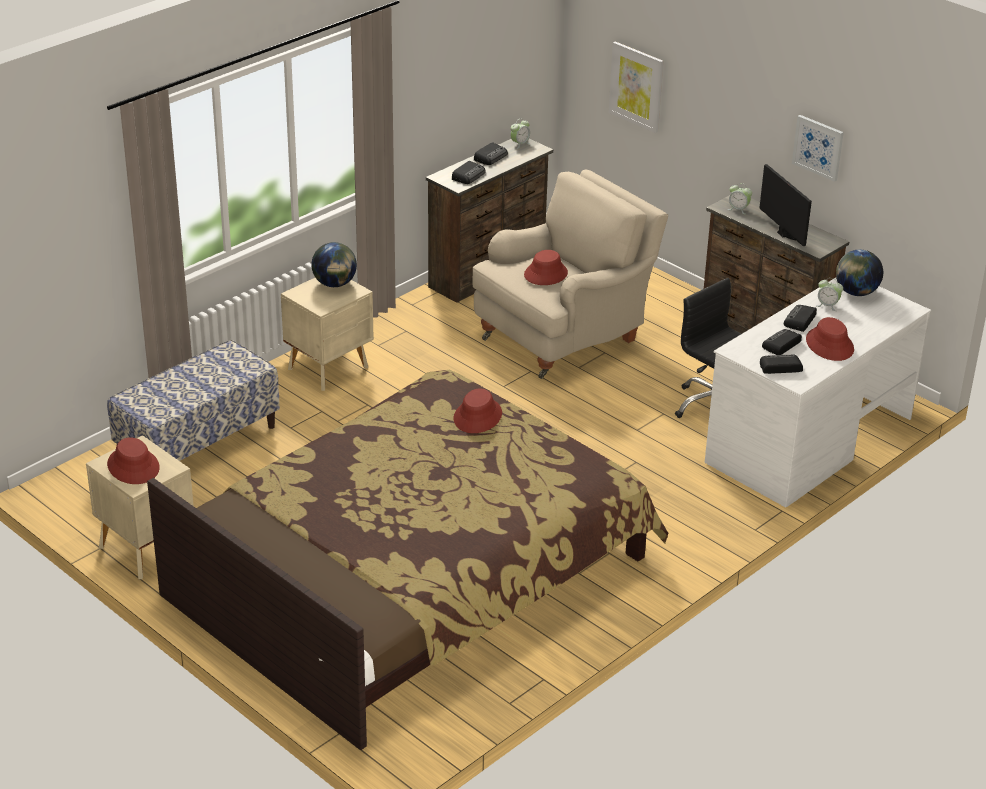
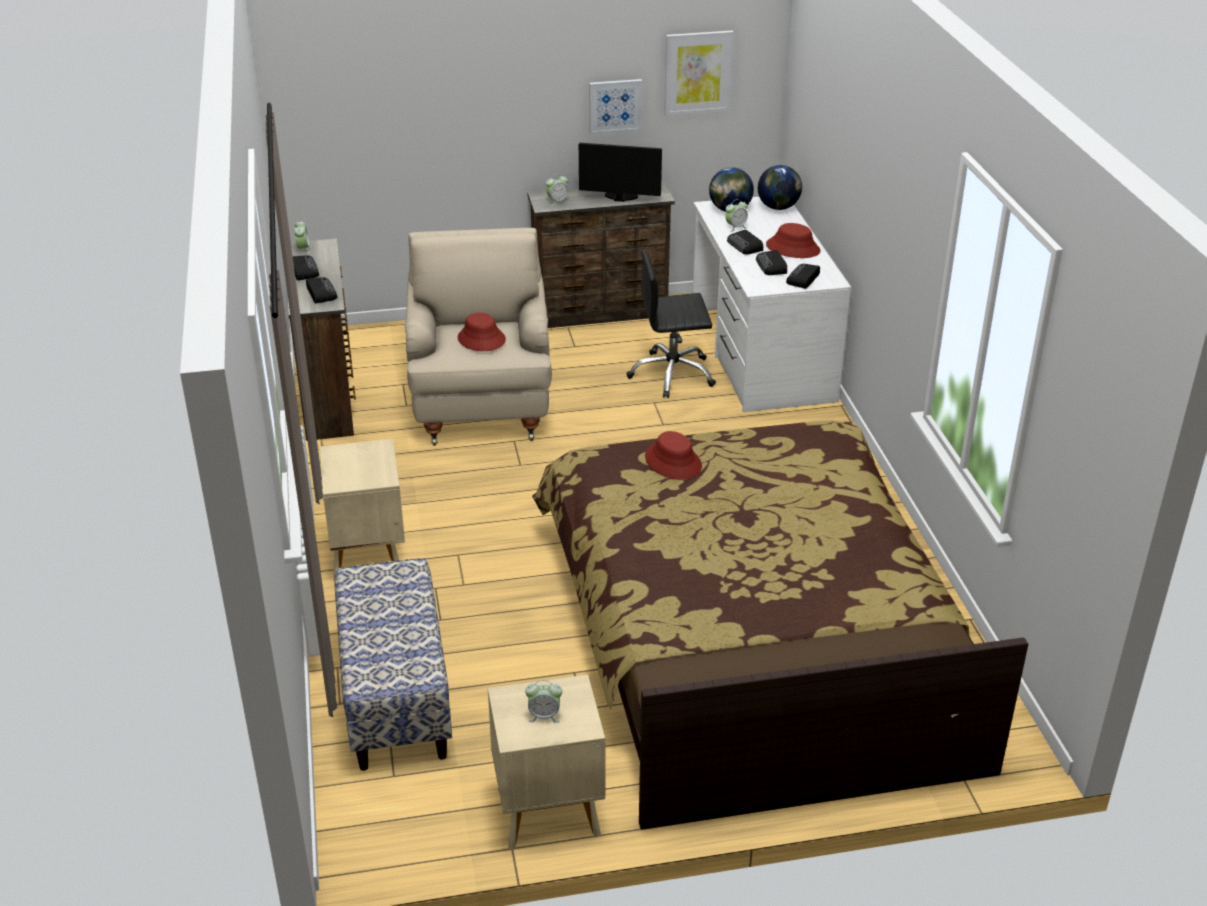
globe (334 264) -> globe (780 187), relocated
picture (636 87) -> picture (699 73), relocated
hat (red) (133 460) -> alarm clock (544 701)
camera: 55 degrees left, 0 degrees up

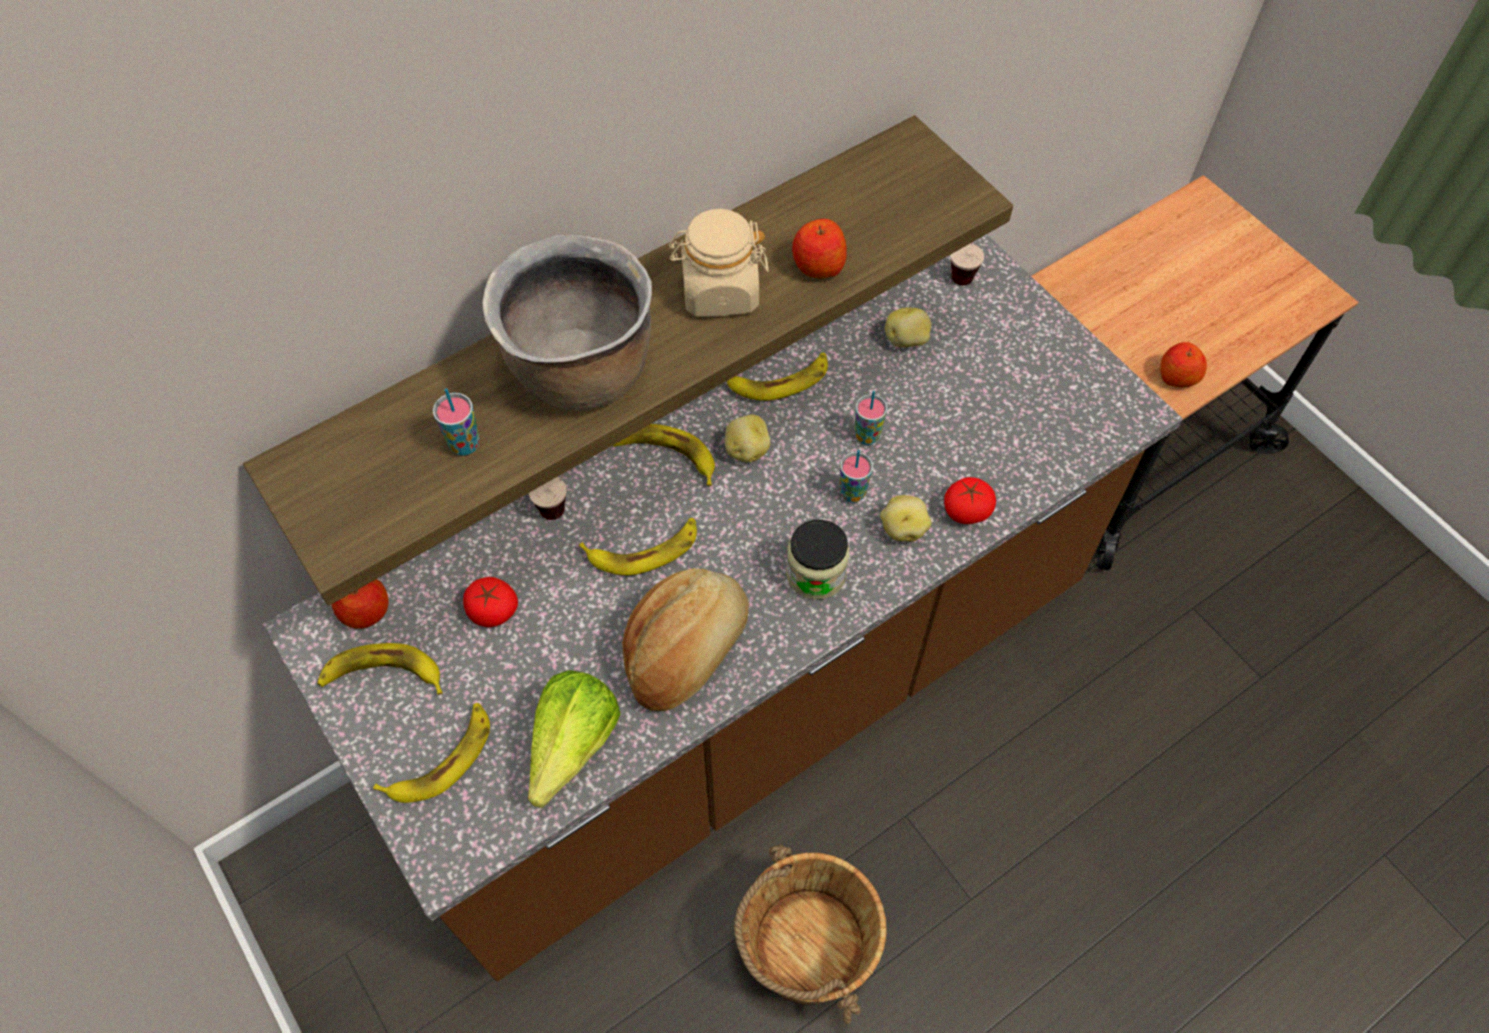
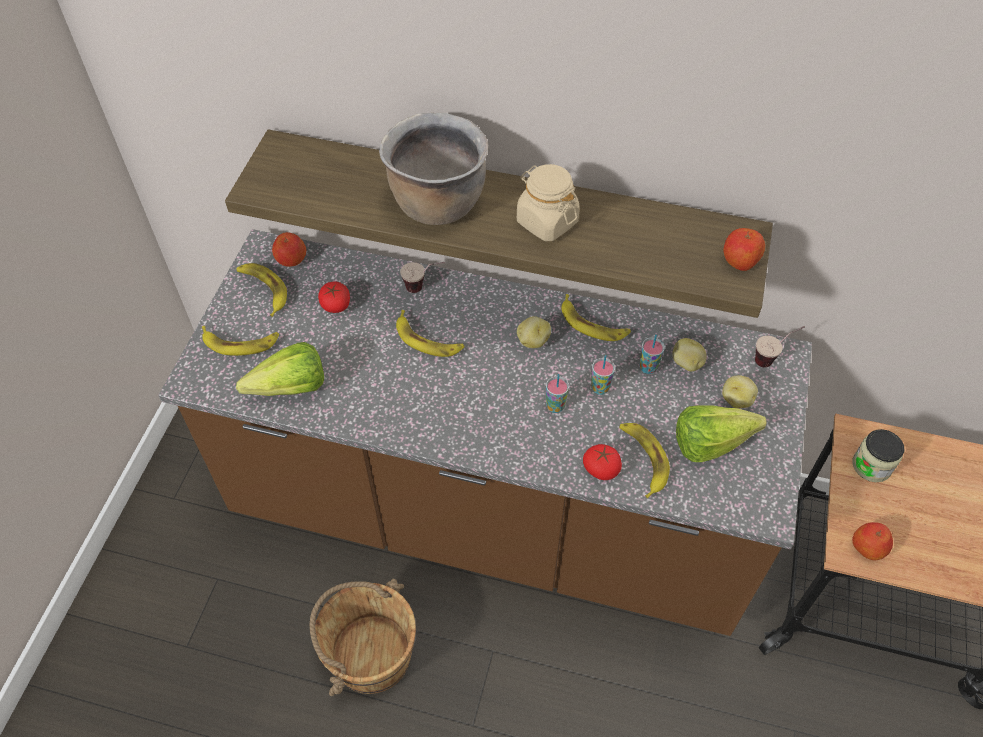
bread (686 639) -> none
none -> lettuce (721 433)
cup (456 422) -> cup (652 354), relocated
banana (664 455) -> banana (645 460), relocated
jar (818 560) -> jar (878 455), relocated
apple (819 248) -> apple (744 249), relocated
potato (905 518) -> potato (740 391), relocated
camera: 50 degrees right, 5 degrees down

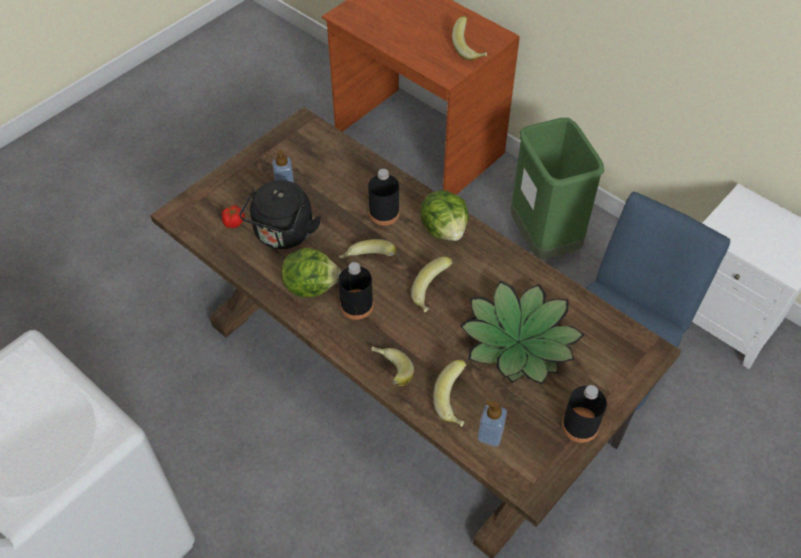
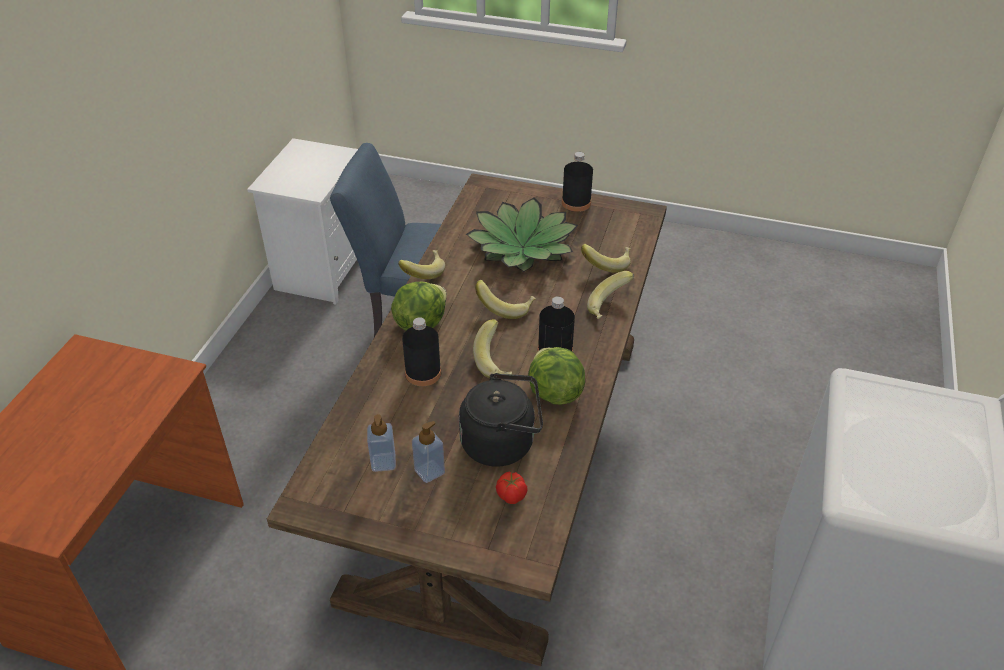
trash can (green) (557 188) -> none
banana (469 38) -> banana (421 264), relocated
soap dispenser (492 424) -> soap dispenser (381 443), relocated
camera: 115 degrees left, 10 degrees down

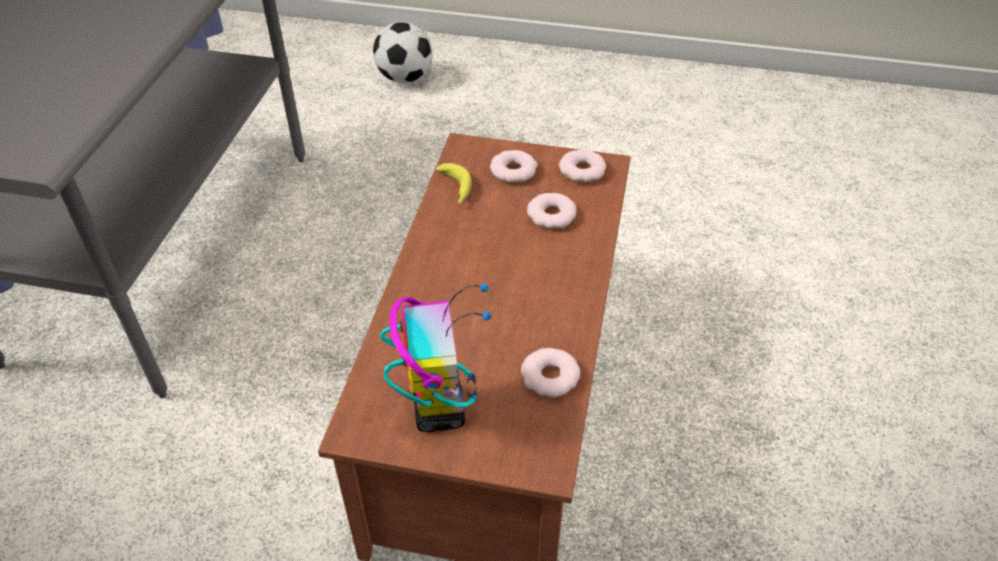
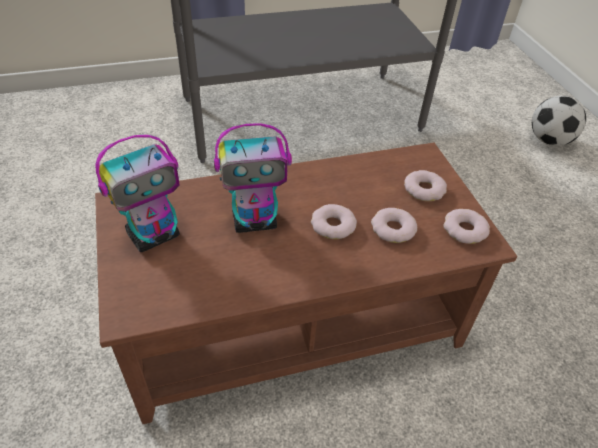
banana (453 183) -> none
none -> toy robot (253 178)
donut (550 373) -> donut (334 221), relocated
camera: 60 degrees right, 0 degrees up

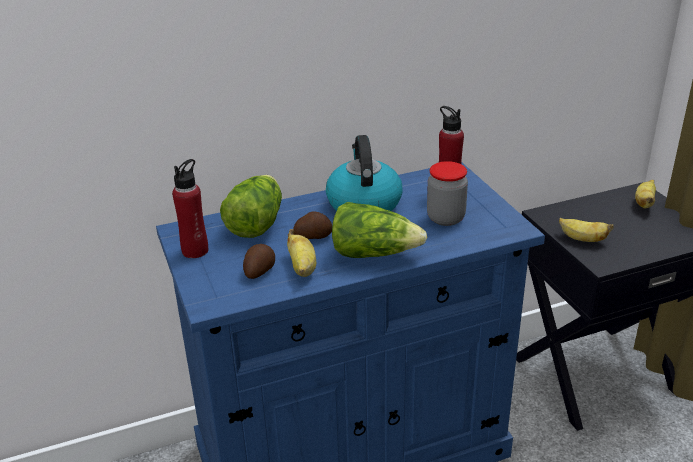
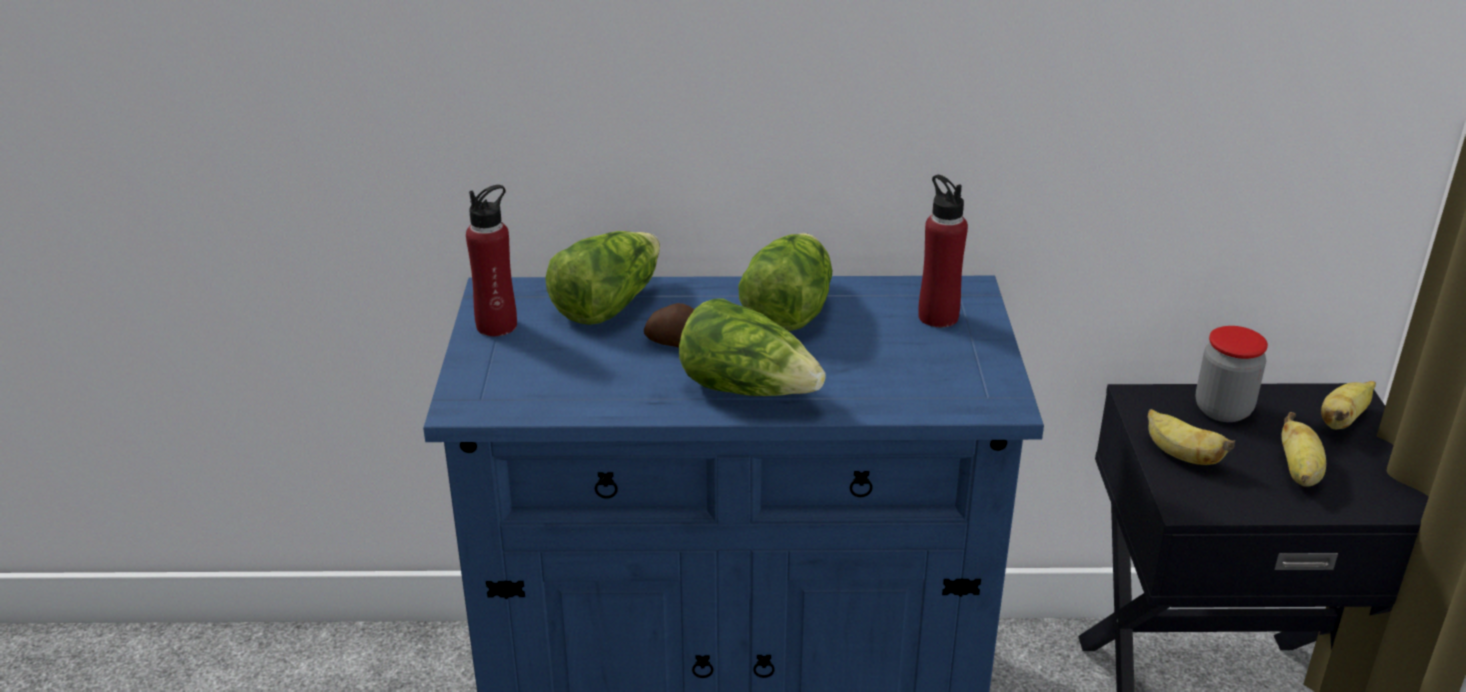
potato (259 261) -> none
banana (301 253) -> banana (1304 449), relocated
jar (447 193) -> jar (1232 374), relocated
kettle (364 173) -> lettuce (785 282)
camera: 20 degrees right, 0 degrees up

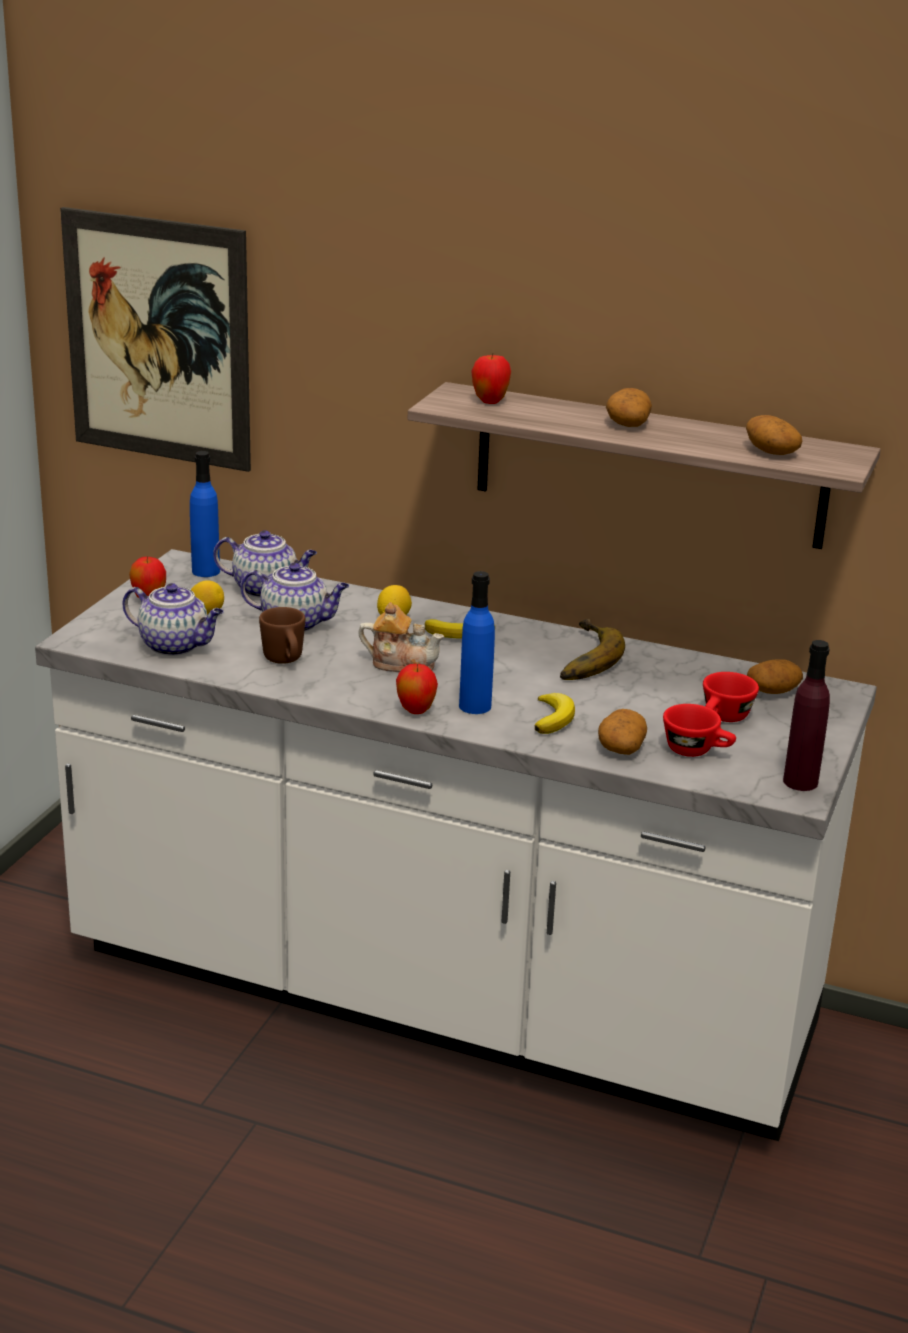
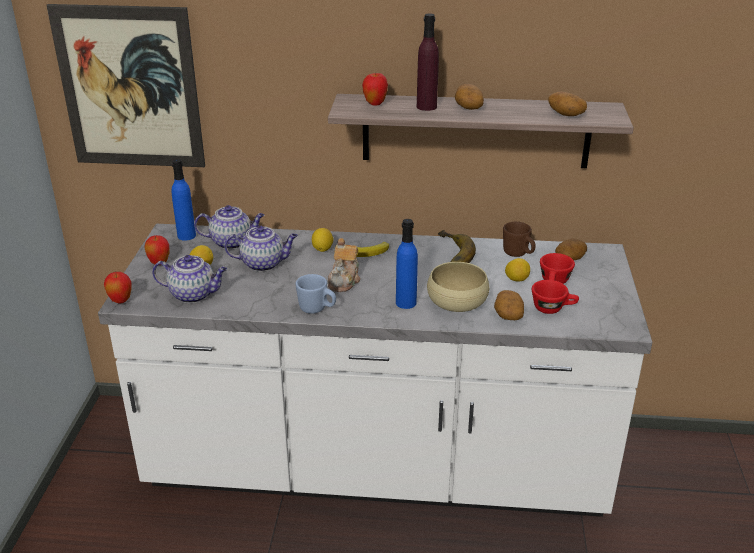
none -> mug (blue) (316 294)
none -> lemon (517 270)
mug (brown) (282 635) -> mug (brown) (519 239), relocated
apple (417 689) -> apple (117 288), relocated
bottle (purple) (806 715) -> bottle (purple) (428 62), relocated
banana (554 713) -> bowl (beige) (458 287)
teapot (401 637) -> teapot (344 265), 105 degrees clockwise
camera: 15 degrees left, 5 degrees up

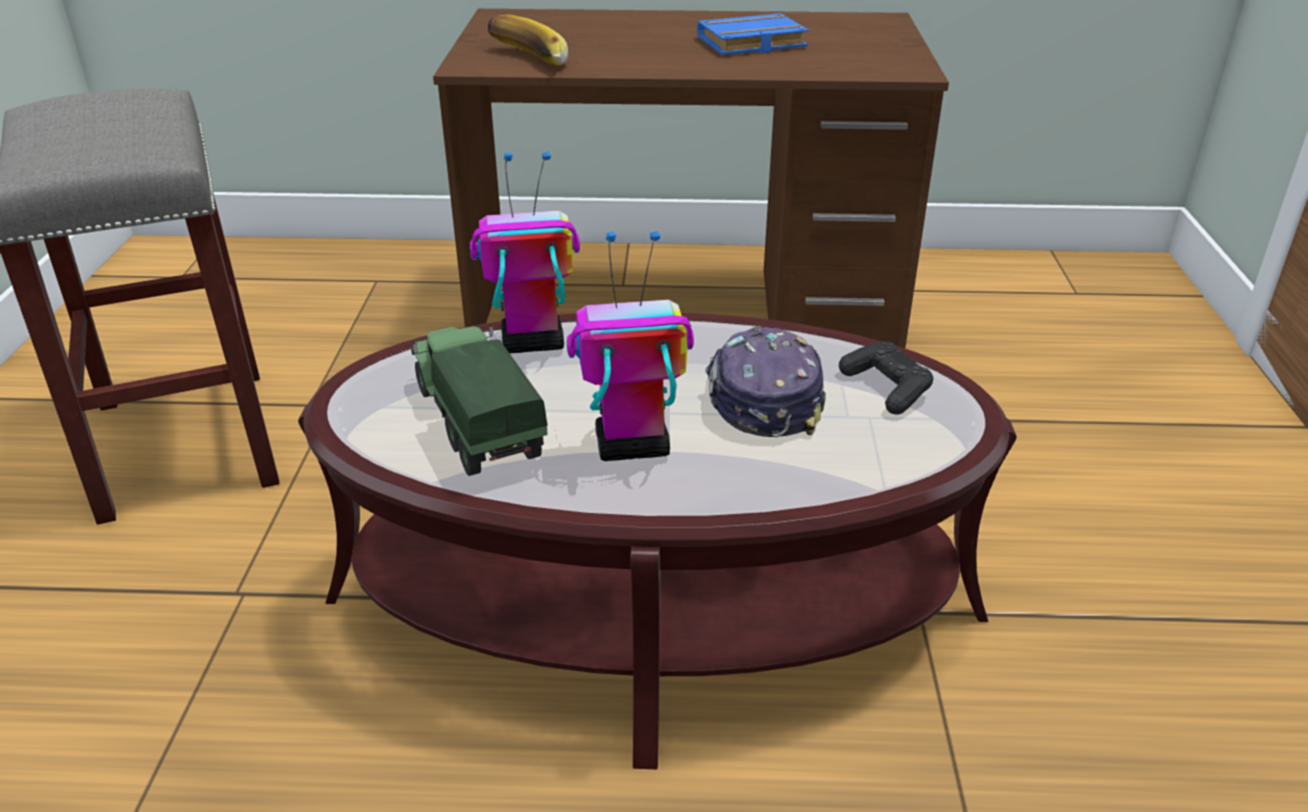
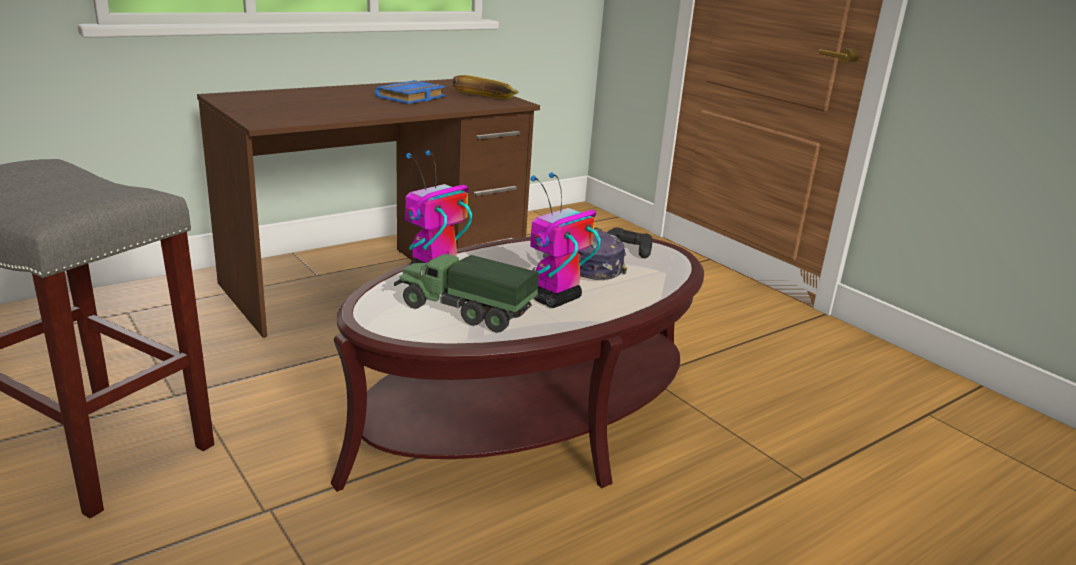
banana (528 40) -> banana (485 87), relocated
camera: 40 degrees left, 10 degrees down

